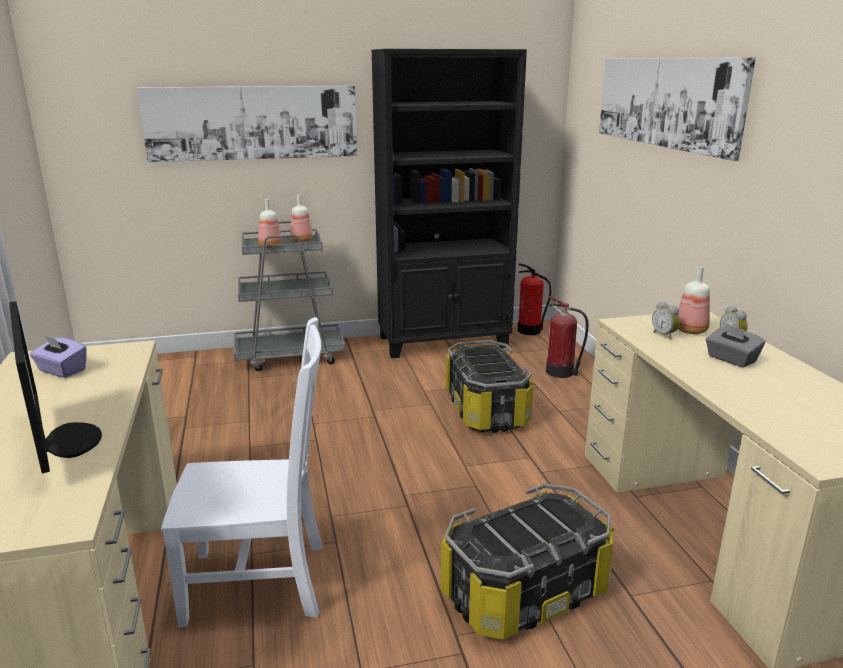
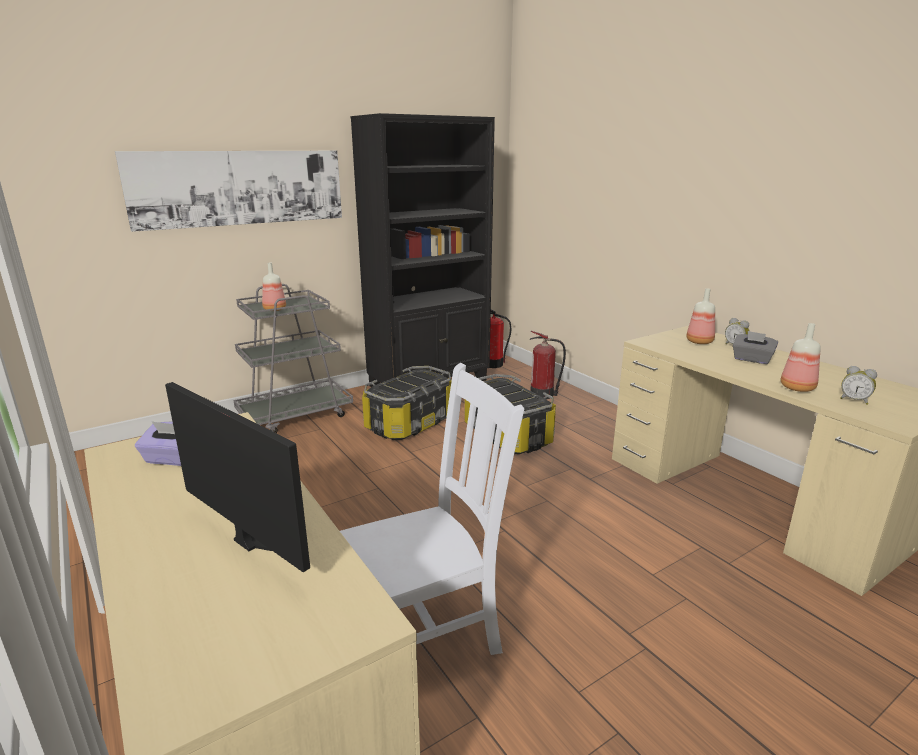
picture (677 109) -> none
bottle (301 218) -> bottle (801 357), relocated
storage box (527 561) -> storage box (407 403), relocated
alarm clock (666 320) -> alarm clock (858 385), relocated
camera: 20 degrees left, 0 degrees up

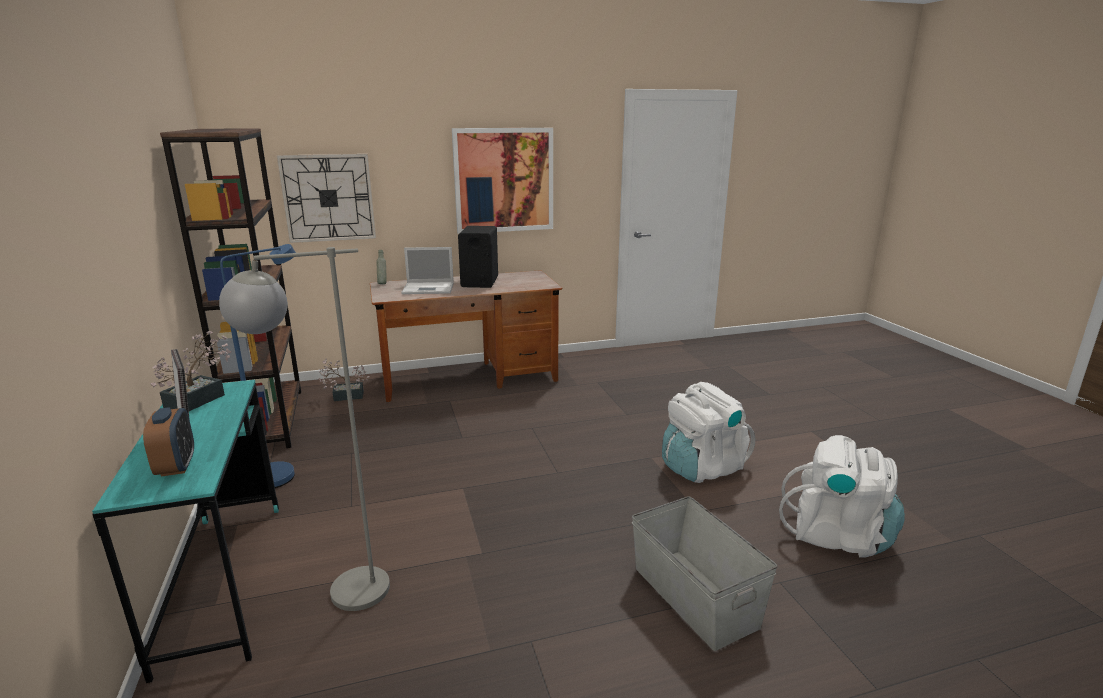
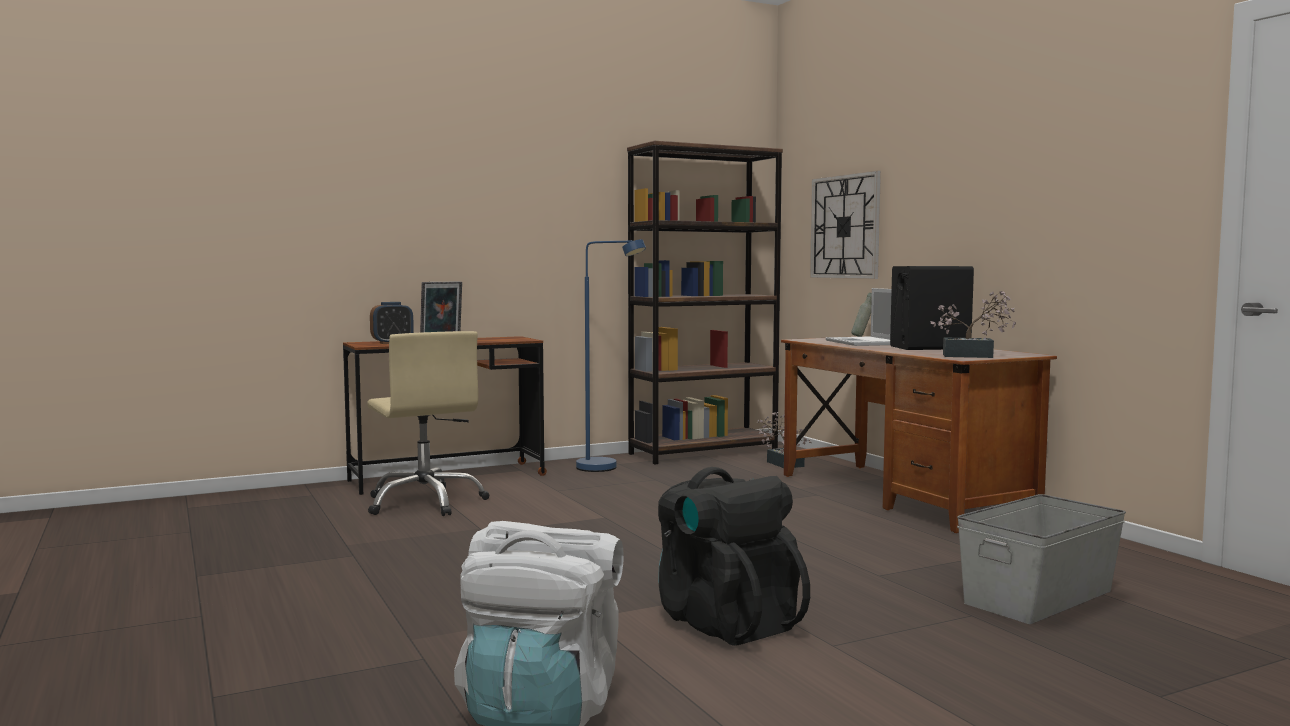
picture (502 181) -> none
potted plant (190 371) -> potted plant (973 324), relocated
storage box (grey) (704 573) -> storage box (grey) (1041 559), relocated
floor lamp (grey) (304 429) -> office chair (beige) (428 423)
desk (turquoise) (185 531) -> desk (brown) (445 415)
backpack (white) (708 432) -> backpack (black) (734 556)
camera: 80 degrees right, 15 degrees down

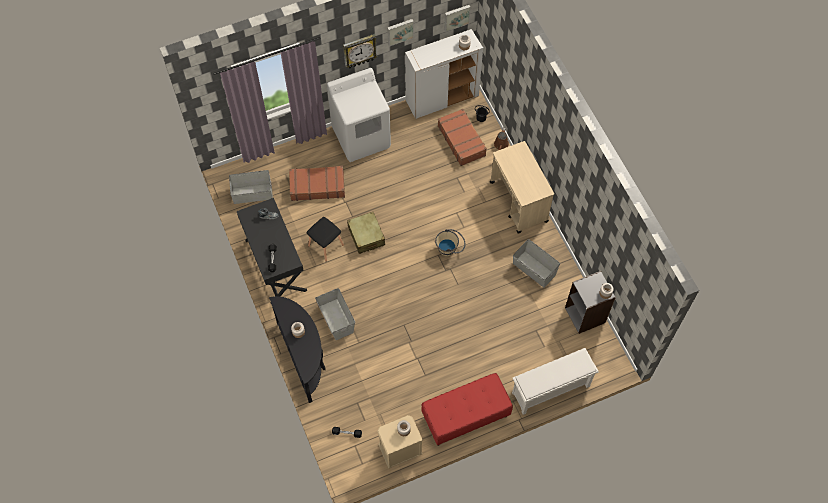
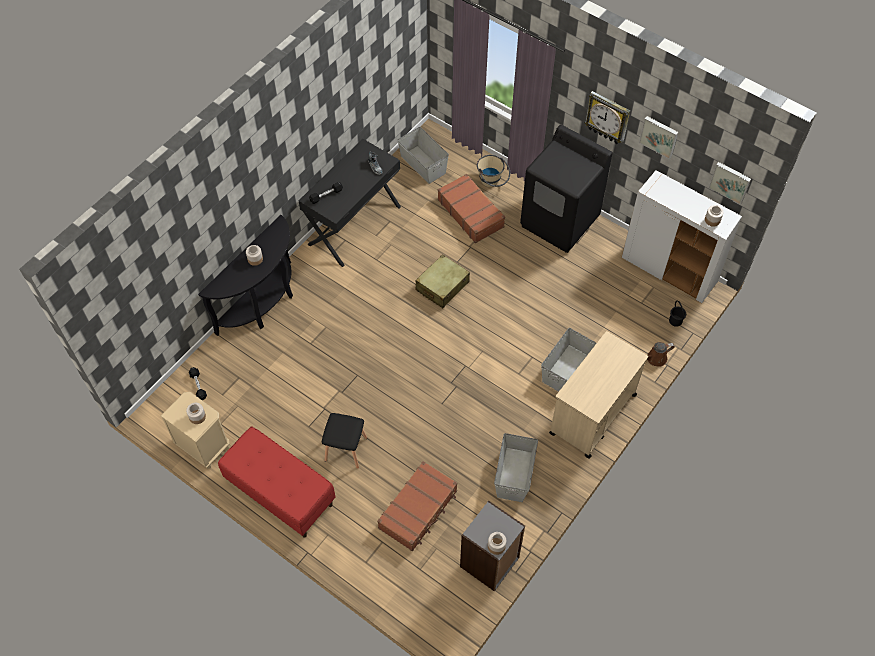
shoe rack (white) (555 381) -> none
stool (black) (325 239) -> stool (black) (344 441), relocated
storage box (grey) (335 314) -> storage box (grey) (568 360), relocated
bucket (beige) (450 243) -> bucket (beige) (493 171), relocated
suitcase (brown) (462 137) -> suitcase (brown) (417 506), relocated
washing machine (white) (359 115) -> washing machine (black) (566 189)
camera: 60 degrees right, 5 degrees down

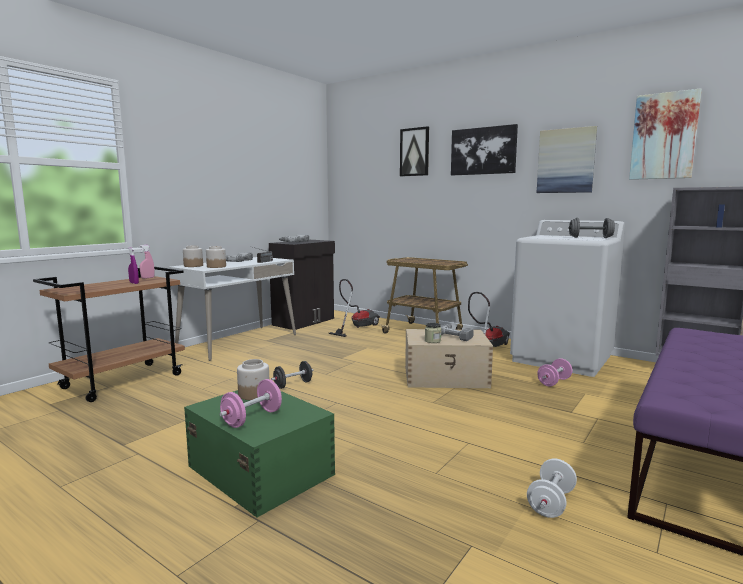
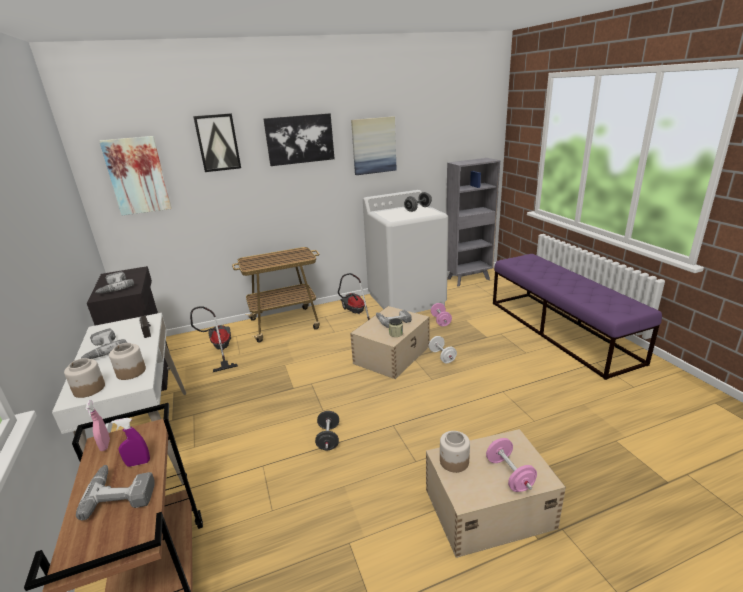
none -> power drill (115 492)
dumbbell (white) (552 488) -> dumbbell (white) (443 349), relocated
picture (665 134) -> picture (135 175), relocated
storage box (green) (259 453) -> storage box (beige) (496 493)
camera: 55 degrees left, 15 degrees up

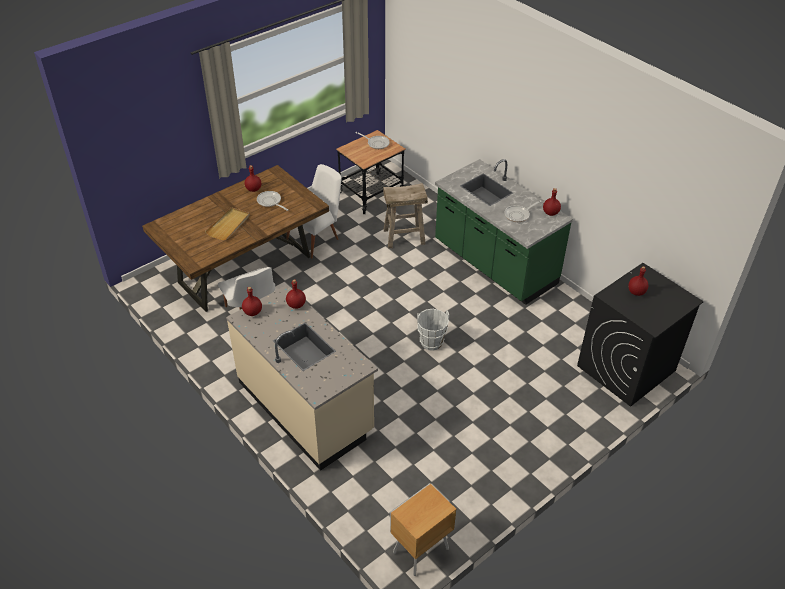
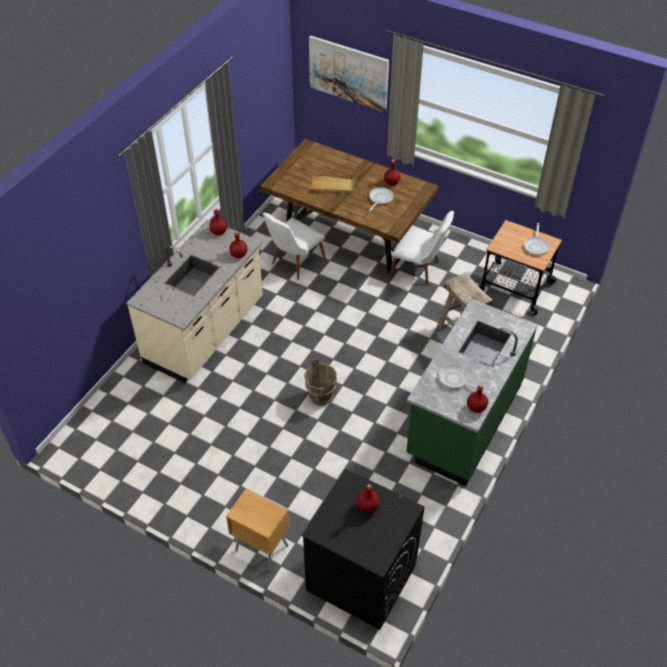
none -> picture (349 74)
nightstand (brown) (423 529) -> nightstand (brown) (258 529), relocated
bucket (white) (433 330) -> bucket (brown) (320 382)
camera: 70 degrees right, 5 degrees up

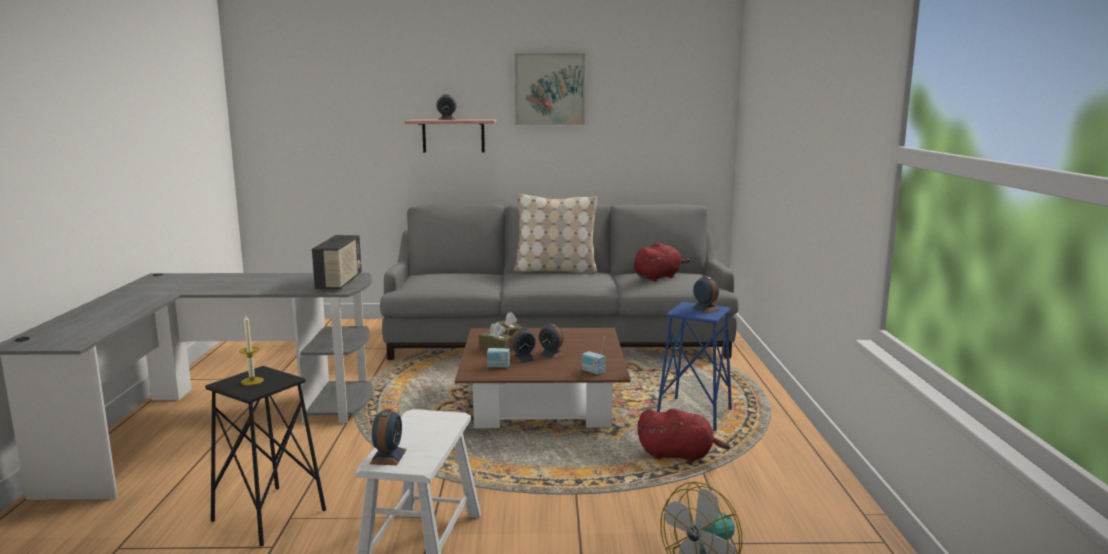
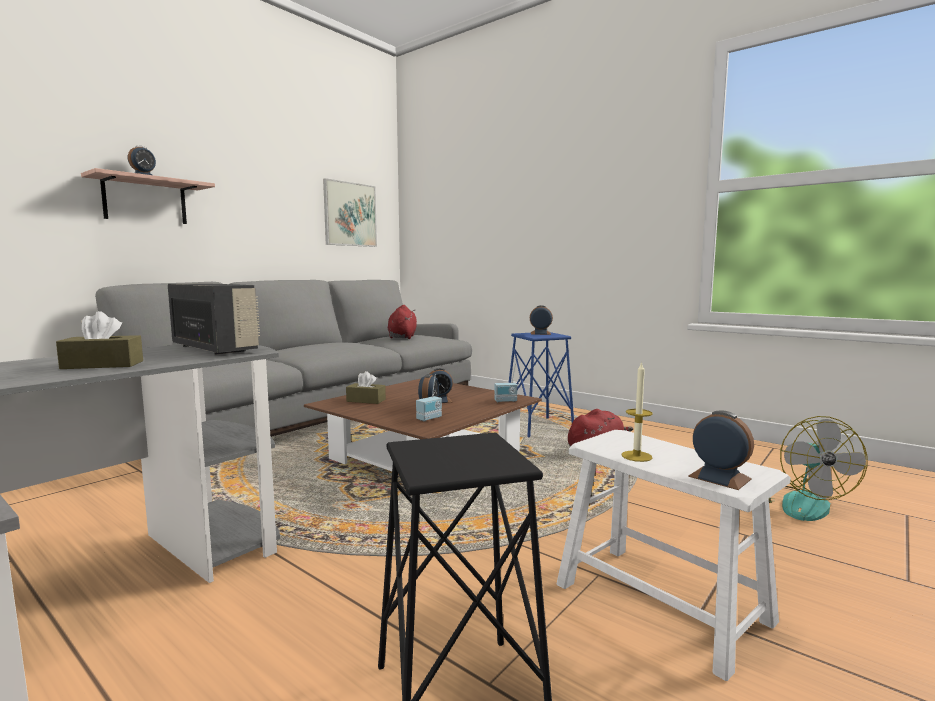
pillow (beige) (555 233) -> none
candle (251 350) -> candle (637 411), relocated
tissue box (brown) (496 337) -> tissue box (brown) (99 340), relocated
picture (550 89) -> picture (350 212), relocated
camera: 50 degrees left, 5 degrees down

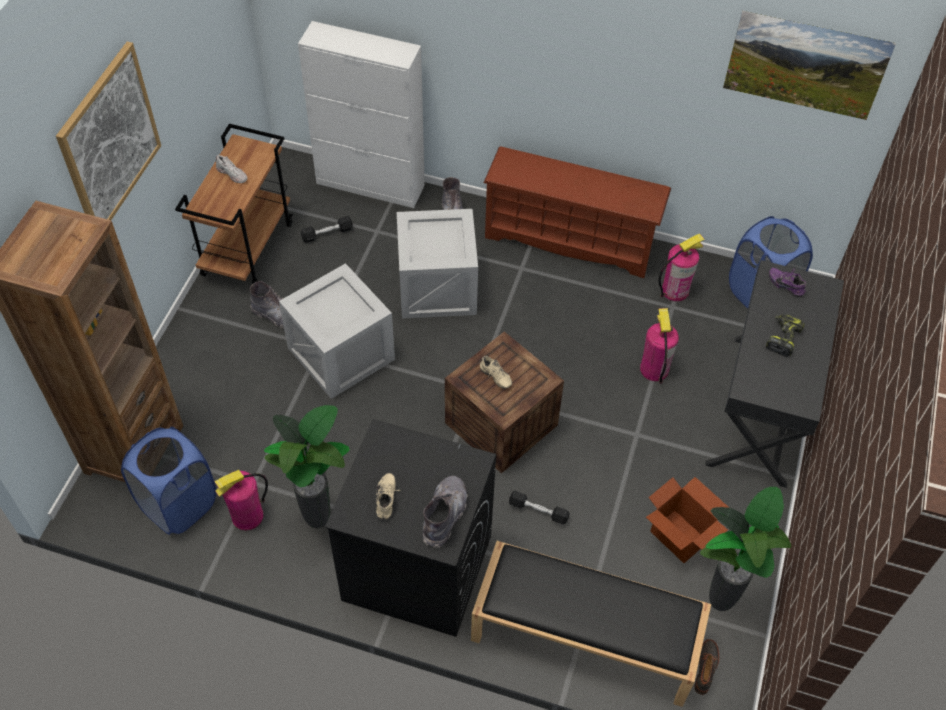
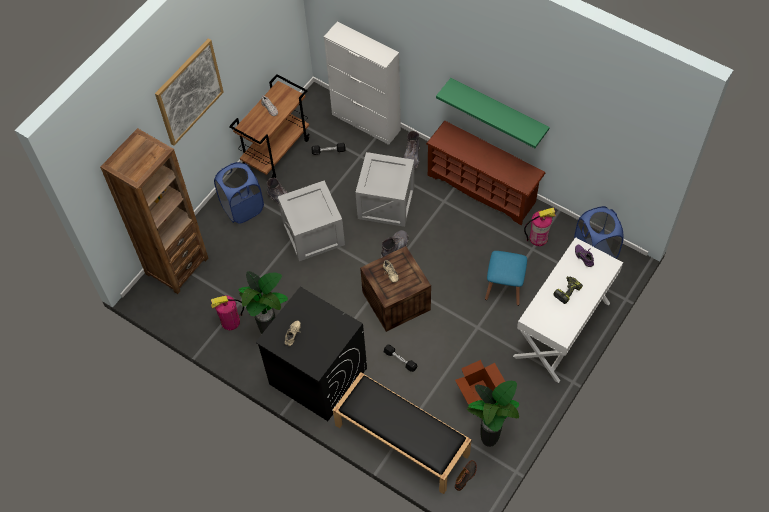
picture (809 65) -> none
none -> shelf (green) (493 113)
laundry basket (blue) (168 481) -> laundry basket (blue) (239 192), relocated
boot (grey) (445 512) -> boot (grey) (394 244), relocated
fire extinguisher (659 346) -> stool (blue) (506 278)
desk (black) (774 374) -> desk (white) (568 310)
camera: 20 degrees right, 5 degrees up

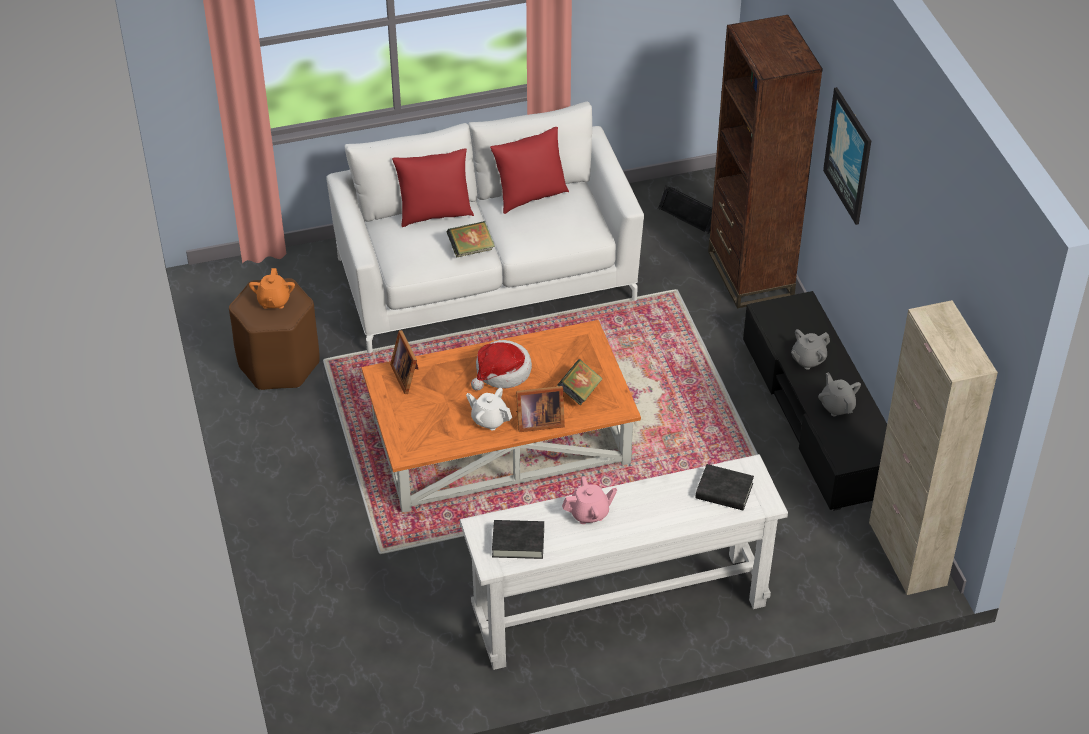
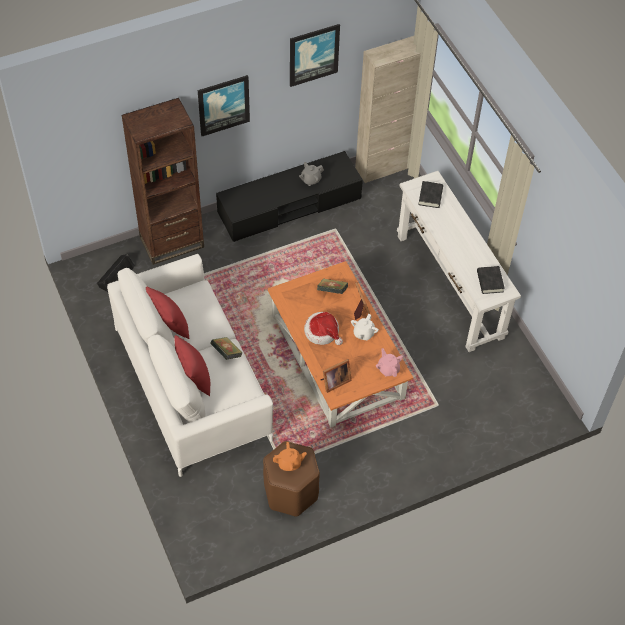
teapot (grey) (810 349) -> none
none -> picture (315 55)
teapot (pink) (589 500) -> teapot (pink) (389 362), relocated
camera: 100 degrees left, 10 degrees up

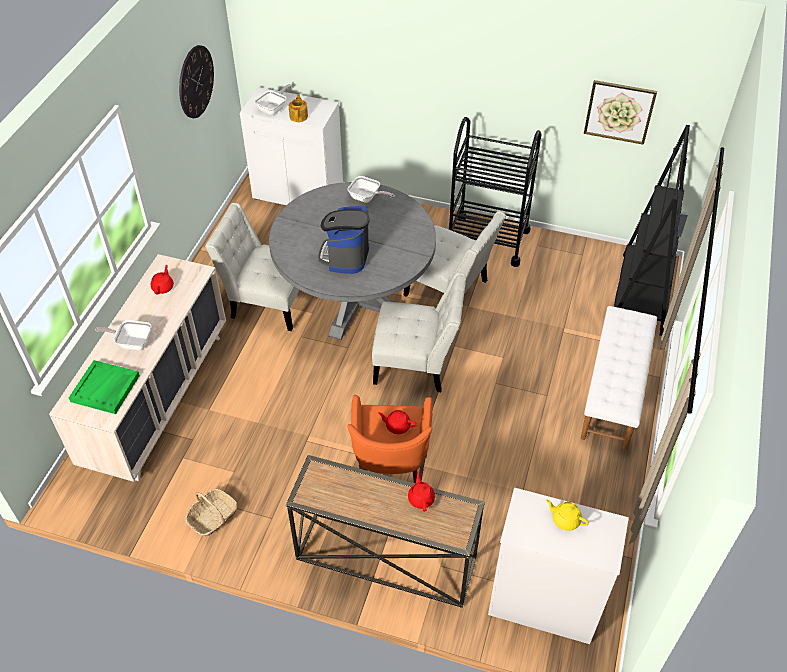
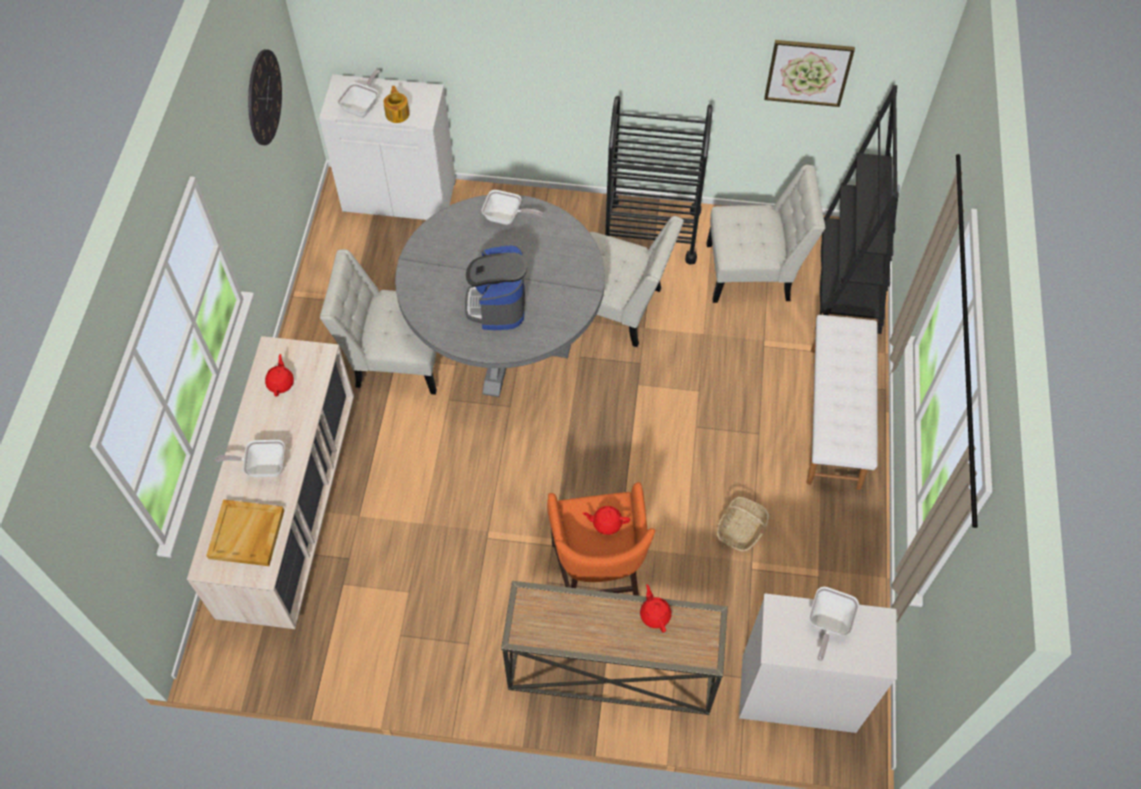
basket (211 512) -> basket (743 524), relocated
chair (white) (419 332) -> chair (white) (765 234), relocated
teapot (yellow) (567 515) -> frying pan (834 624)
tray (green) (104 387) -> tray (beige) (245 532)
camera: 10 degrees left, 10 degrees up

